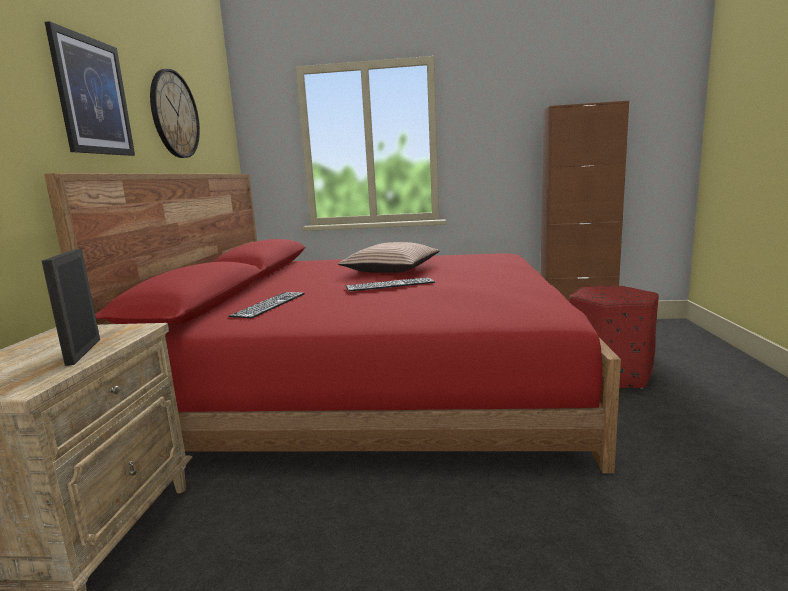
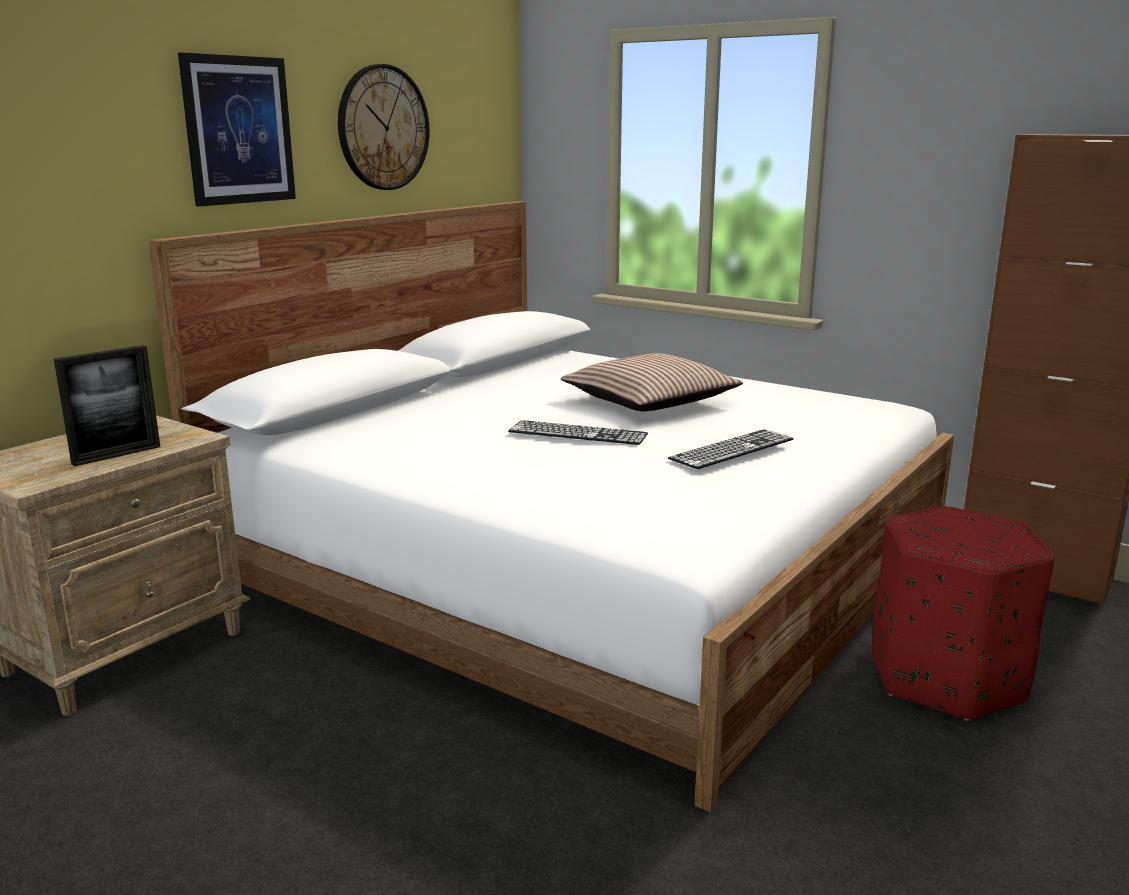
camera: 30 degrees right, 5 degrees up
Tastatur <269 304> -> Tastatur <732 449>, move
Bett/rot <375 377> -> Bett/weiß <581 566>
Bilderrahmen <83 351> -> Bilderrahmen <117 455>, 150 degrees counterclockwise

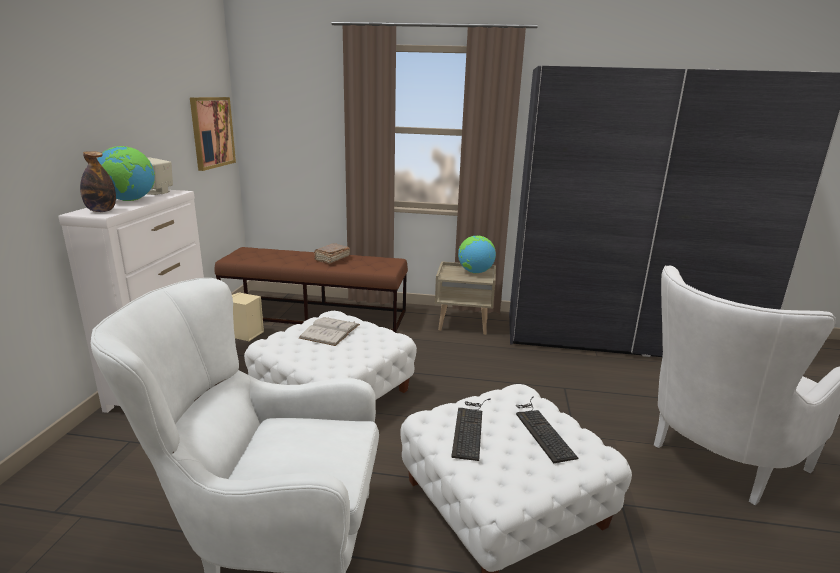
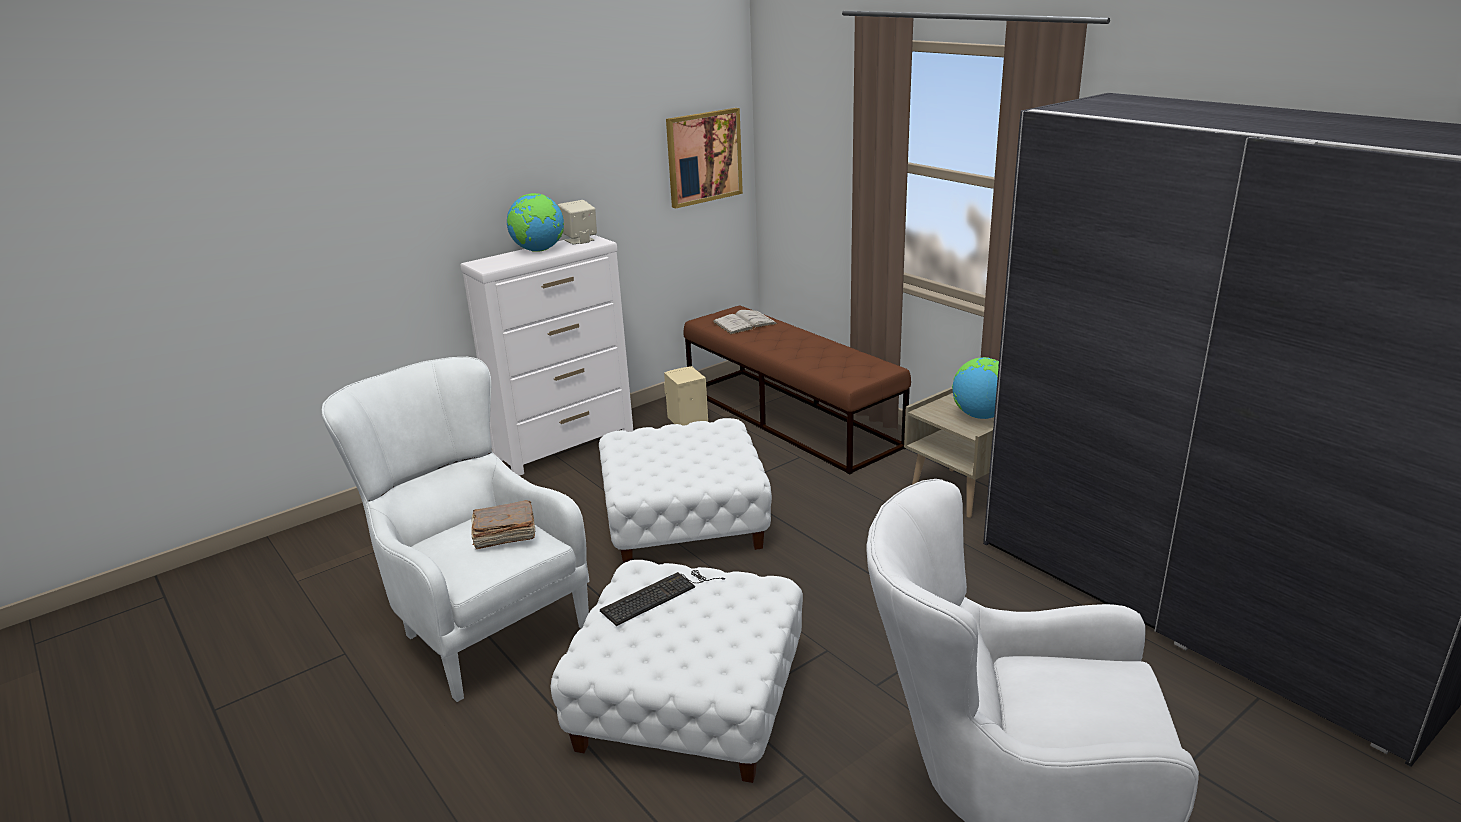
camera: 45 degrees right, 5 degrees up
Flasche <101 211> -> none
Tastatur <541 429> -> none
Buch/weiß <330 331> -> Buch/weiß <744 323>, move
Buch/braun <331 259> -> Buch/braun <504 535>, move

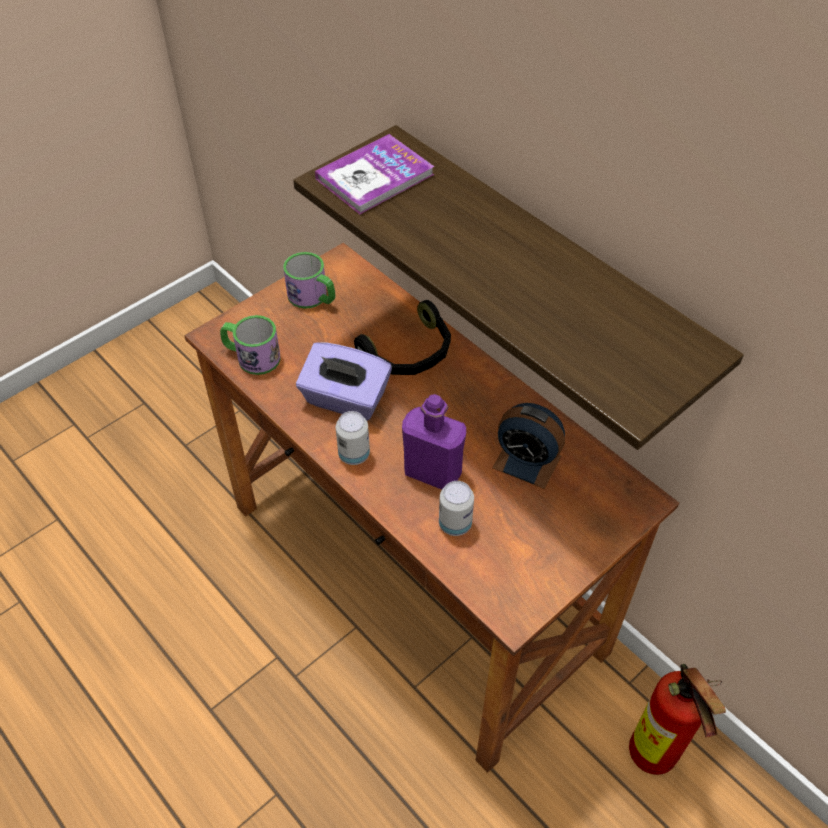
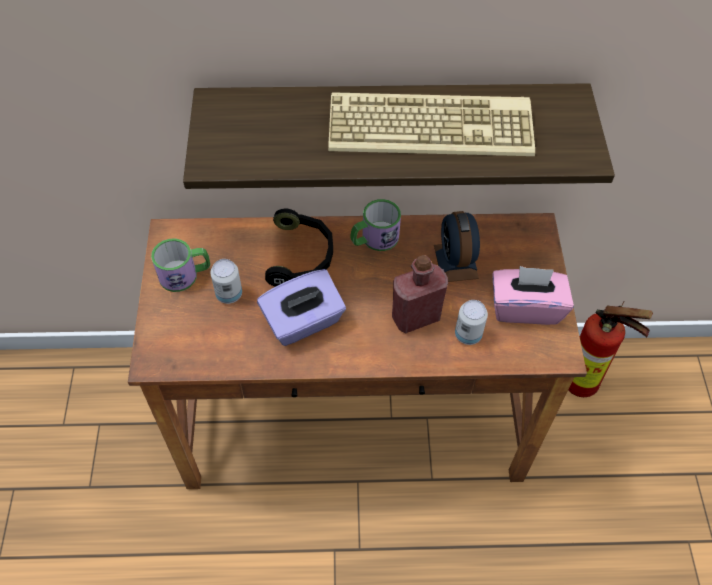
camera: 50 degrees left, 5 degrees up
Buch <375 176> -> none
none -> Tastatur <432 124>
none -> Taschentuchbox/rosa <525 307>
Henkelbecher <252 356> -> Henkelbecher <374 239>, move
Dose <354 455> -> Dose <229 294>, move
Flasche/lila <432 472> -> Flasche/rot <416 317>
Wecker <526 462> -> Wecker <455 261>, 105 degrees clockwise

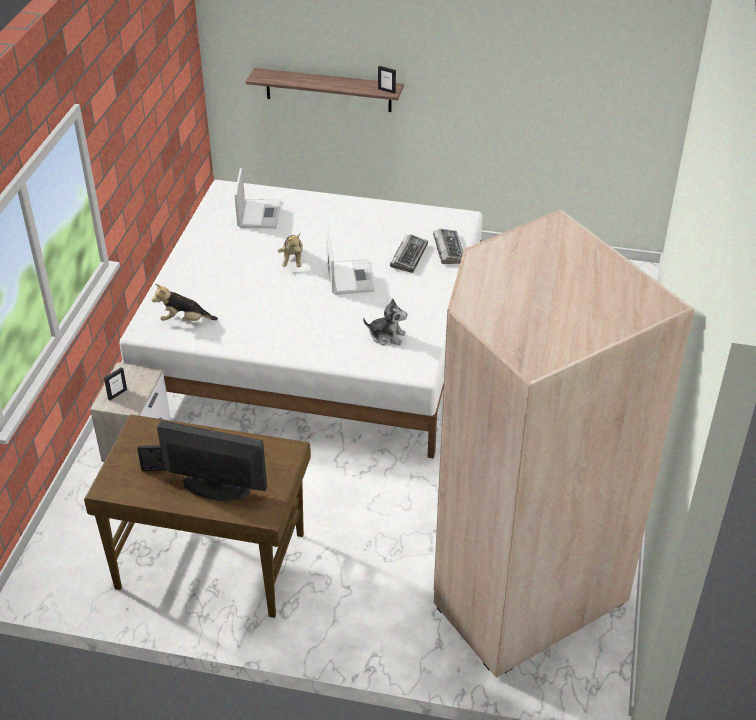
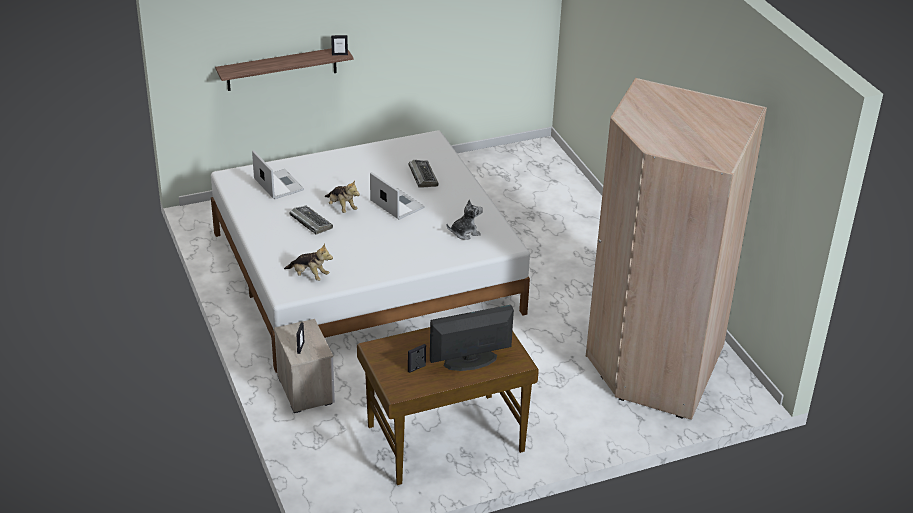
camera: 35 degrees left, 5 degrees down
Tastatur <448 250> -> Tastatur <310 222>, move
Plüschtier <185 320> -> Plüschtier <309 276>, 120 degrees counterclockwise

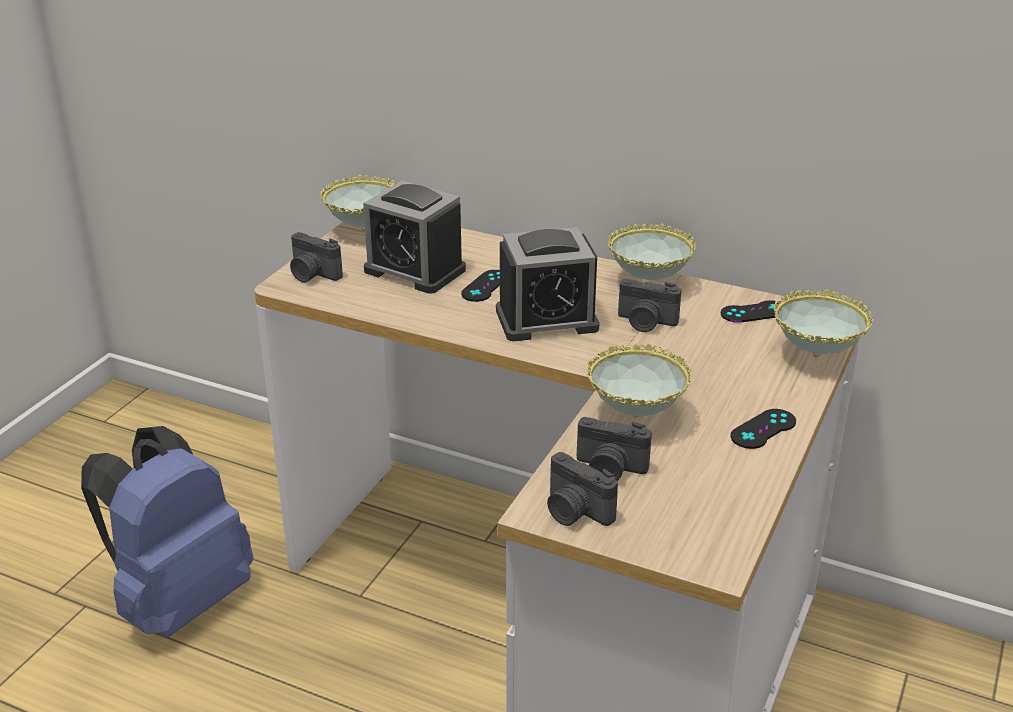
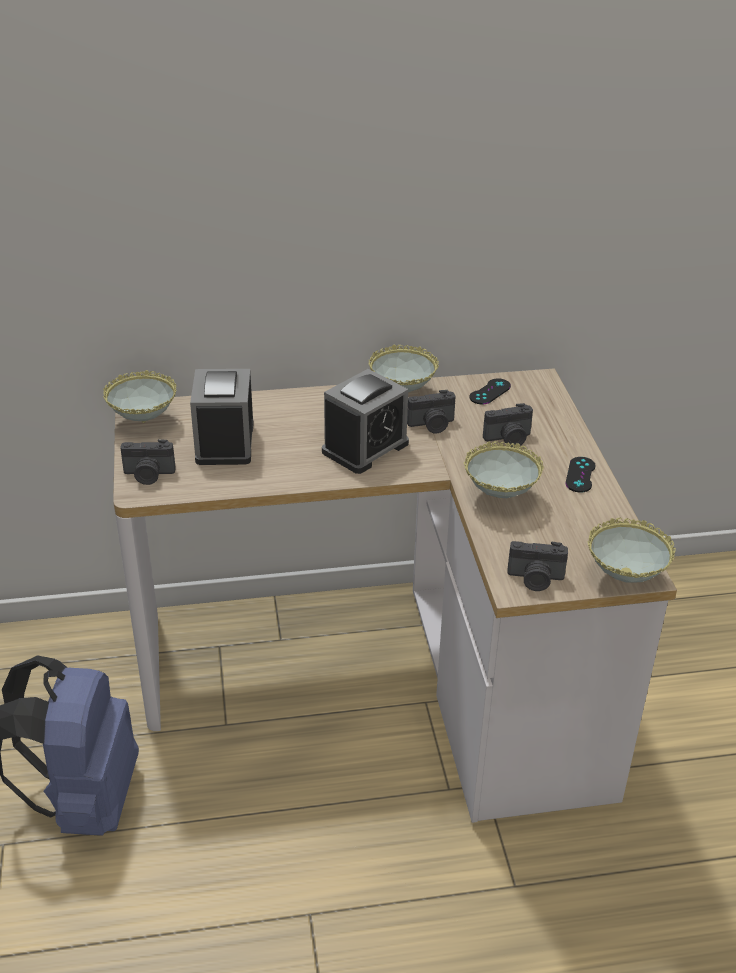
camera: 35 degrees left, 5 degrees up
Gamepad/schwarz <485 286> -> none
Kamera <609 469> -> Kamera <509 439>, move
Schüssel <815 357> -> Schüssel <624 580>, move
Wecker <415 270> -> Wecker <225 442>, 90 degrees clockwise

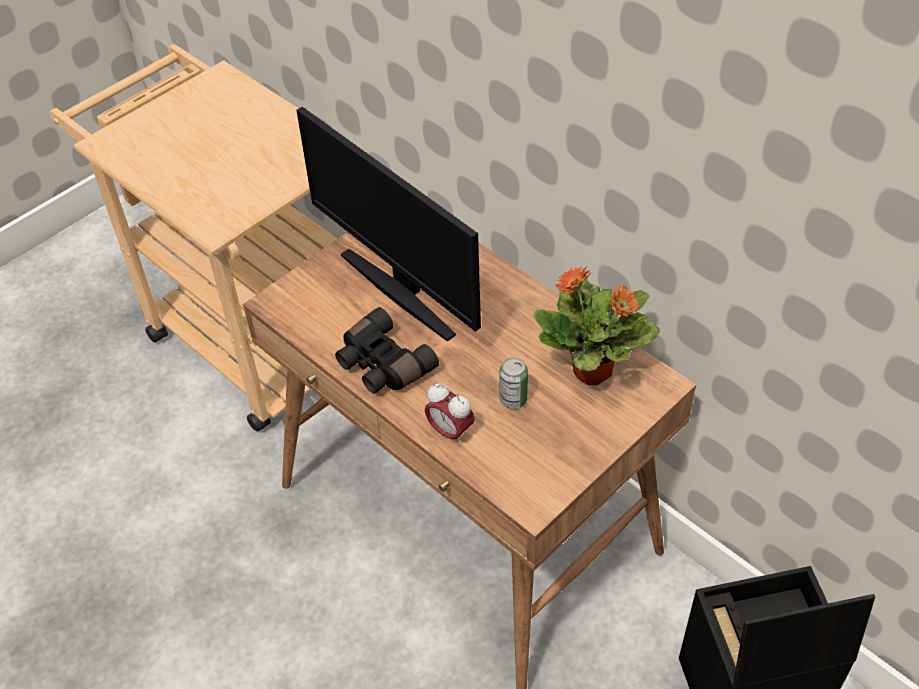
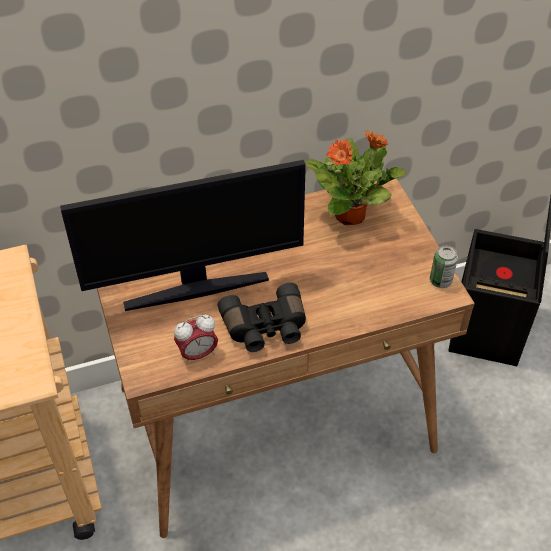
camera: 65 degrees left, 0 degrees up
Wecker <450 431> -> Wecker <197 354>, move
Dose <513 400> -> Dose <440 281>, move

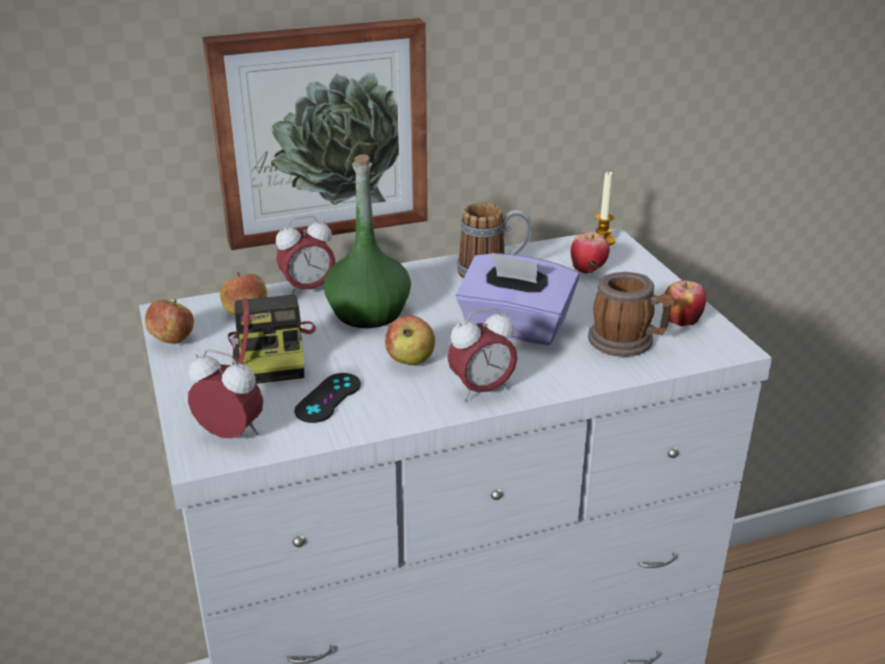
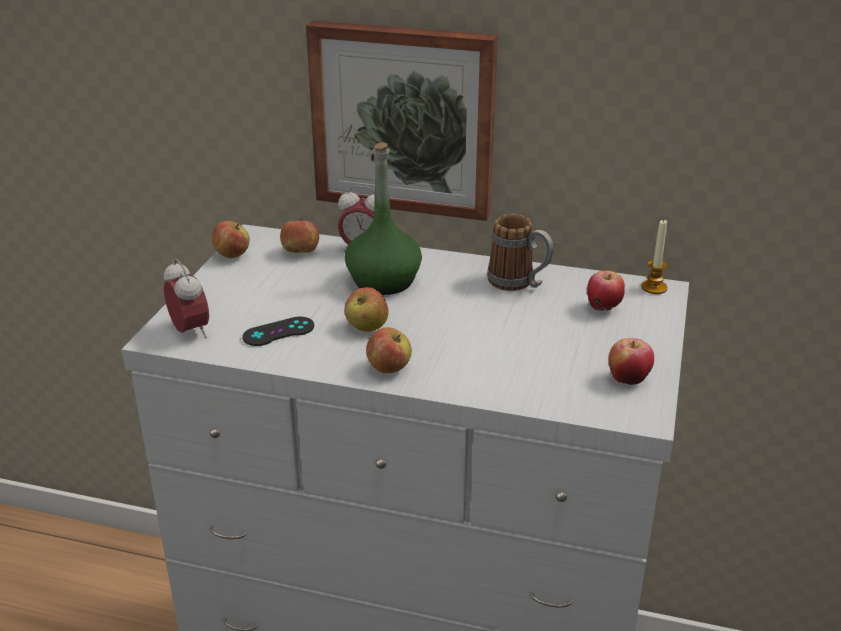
camera: 35 degrees right, 0 degrees up
Kamera <273 353> -> none
Taschentuchbox/lila <515 327> -> none
Henkelbecher <628 341> -> none
Wecker <481 390> -> Apfel <389 368>

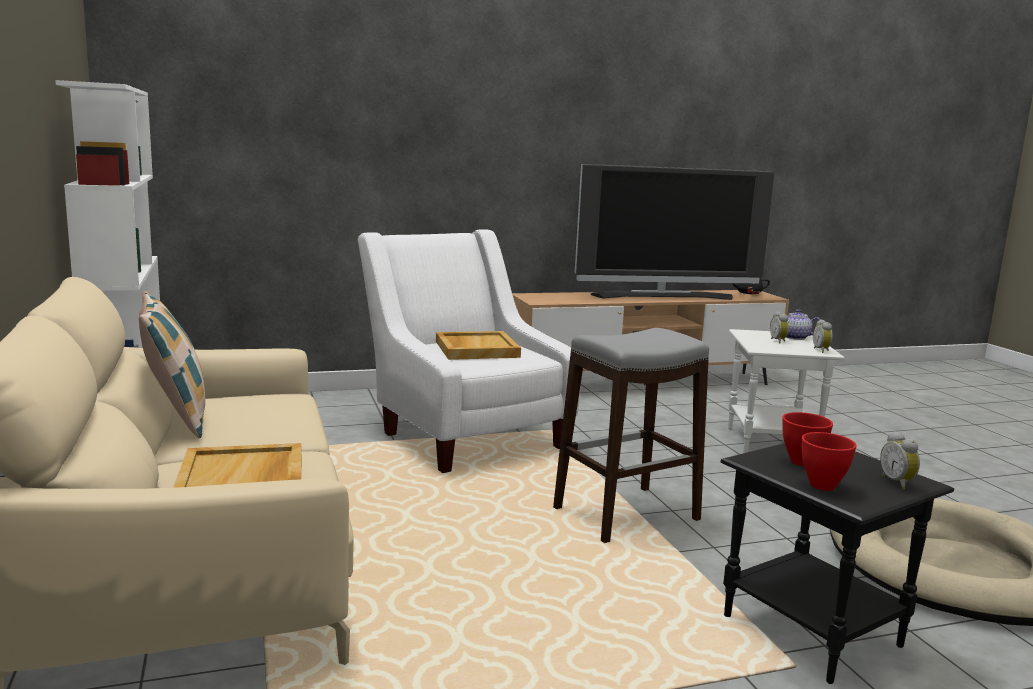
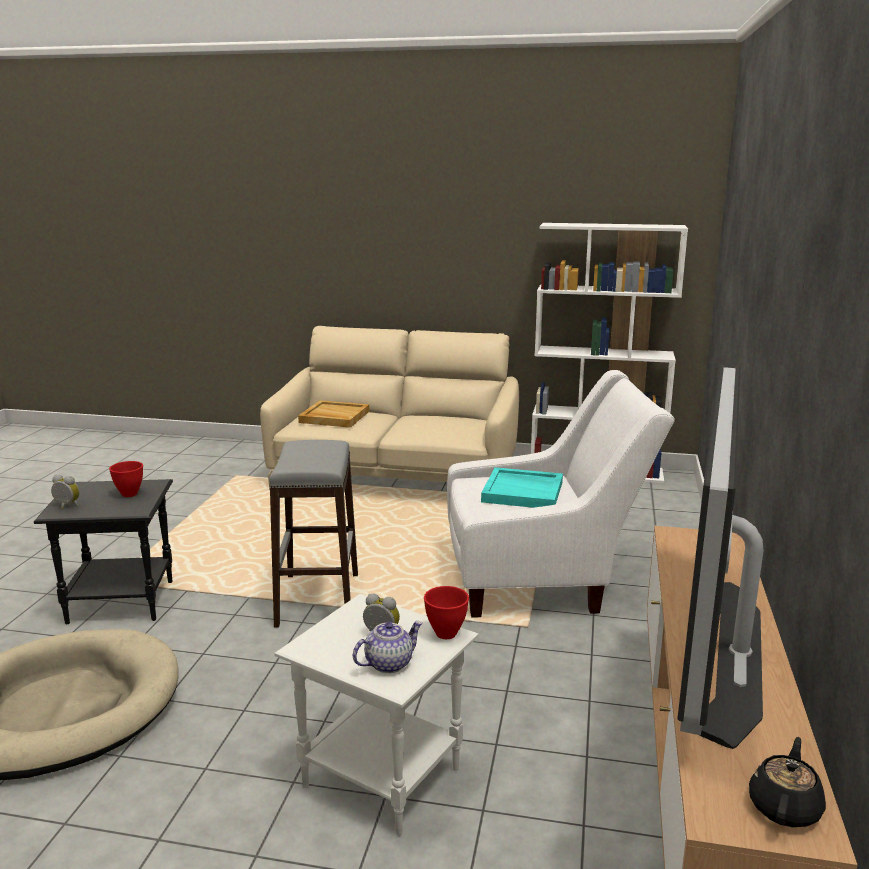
camera: 120 degrees right, 5 degrees up
Kissen <176 419> -> none
Wecker <822 350> -> none
Schüssel/rot <821 486> -> Schüssel/rot <446 633>, move
Tablett/beige <476 349> -> Tablett/türkis <523 492>

